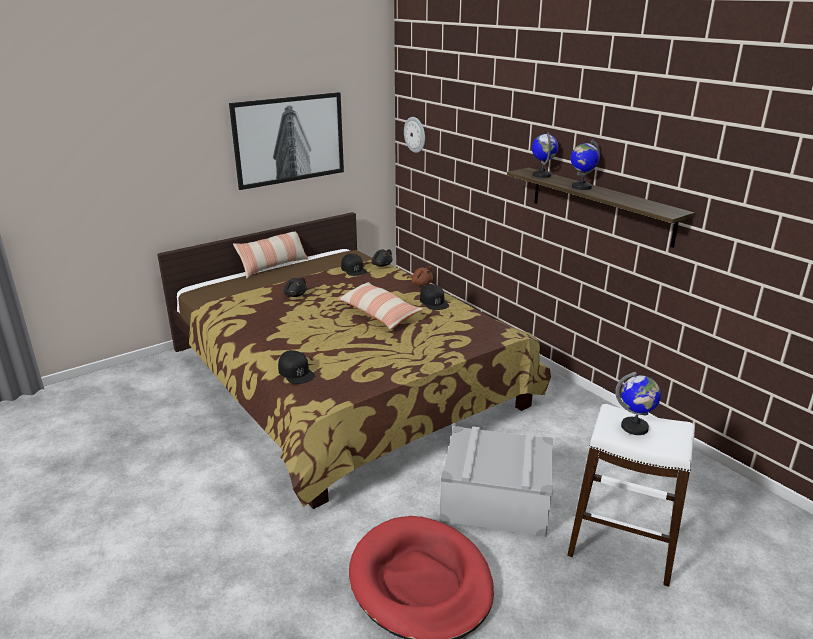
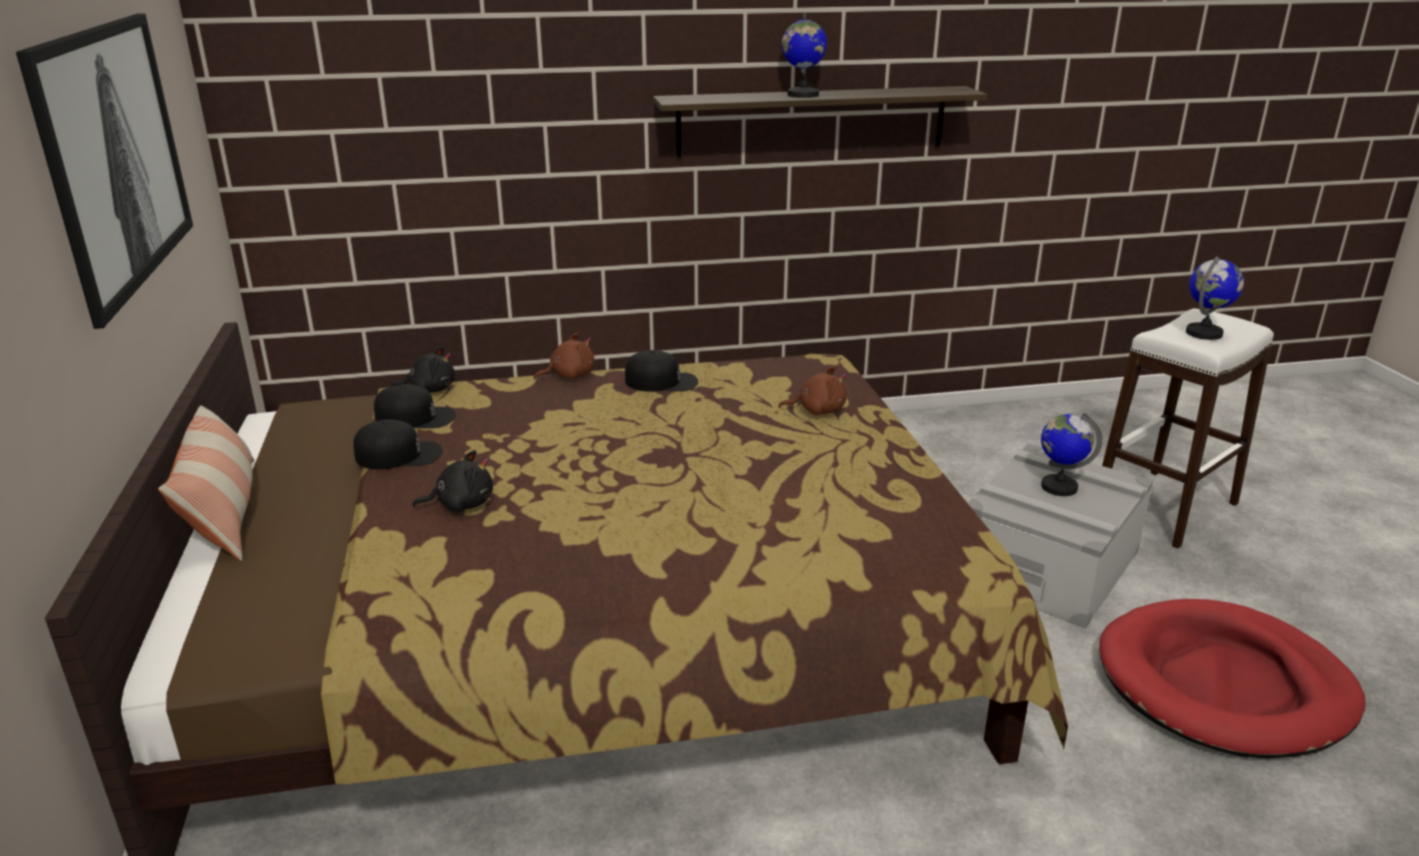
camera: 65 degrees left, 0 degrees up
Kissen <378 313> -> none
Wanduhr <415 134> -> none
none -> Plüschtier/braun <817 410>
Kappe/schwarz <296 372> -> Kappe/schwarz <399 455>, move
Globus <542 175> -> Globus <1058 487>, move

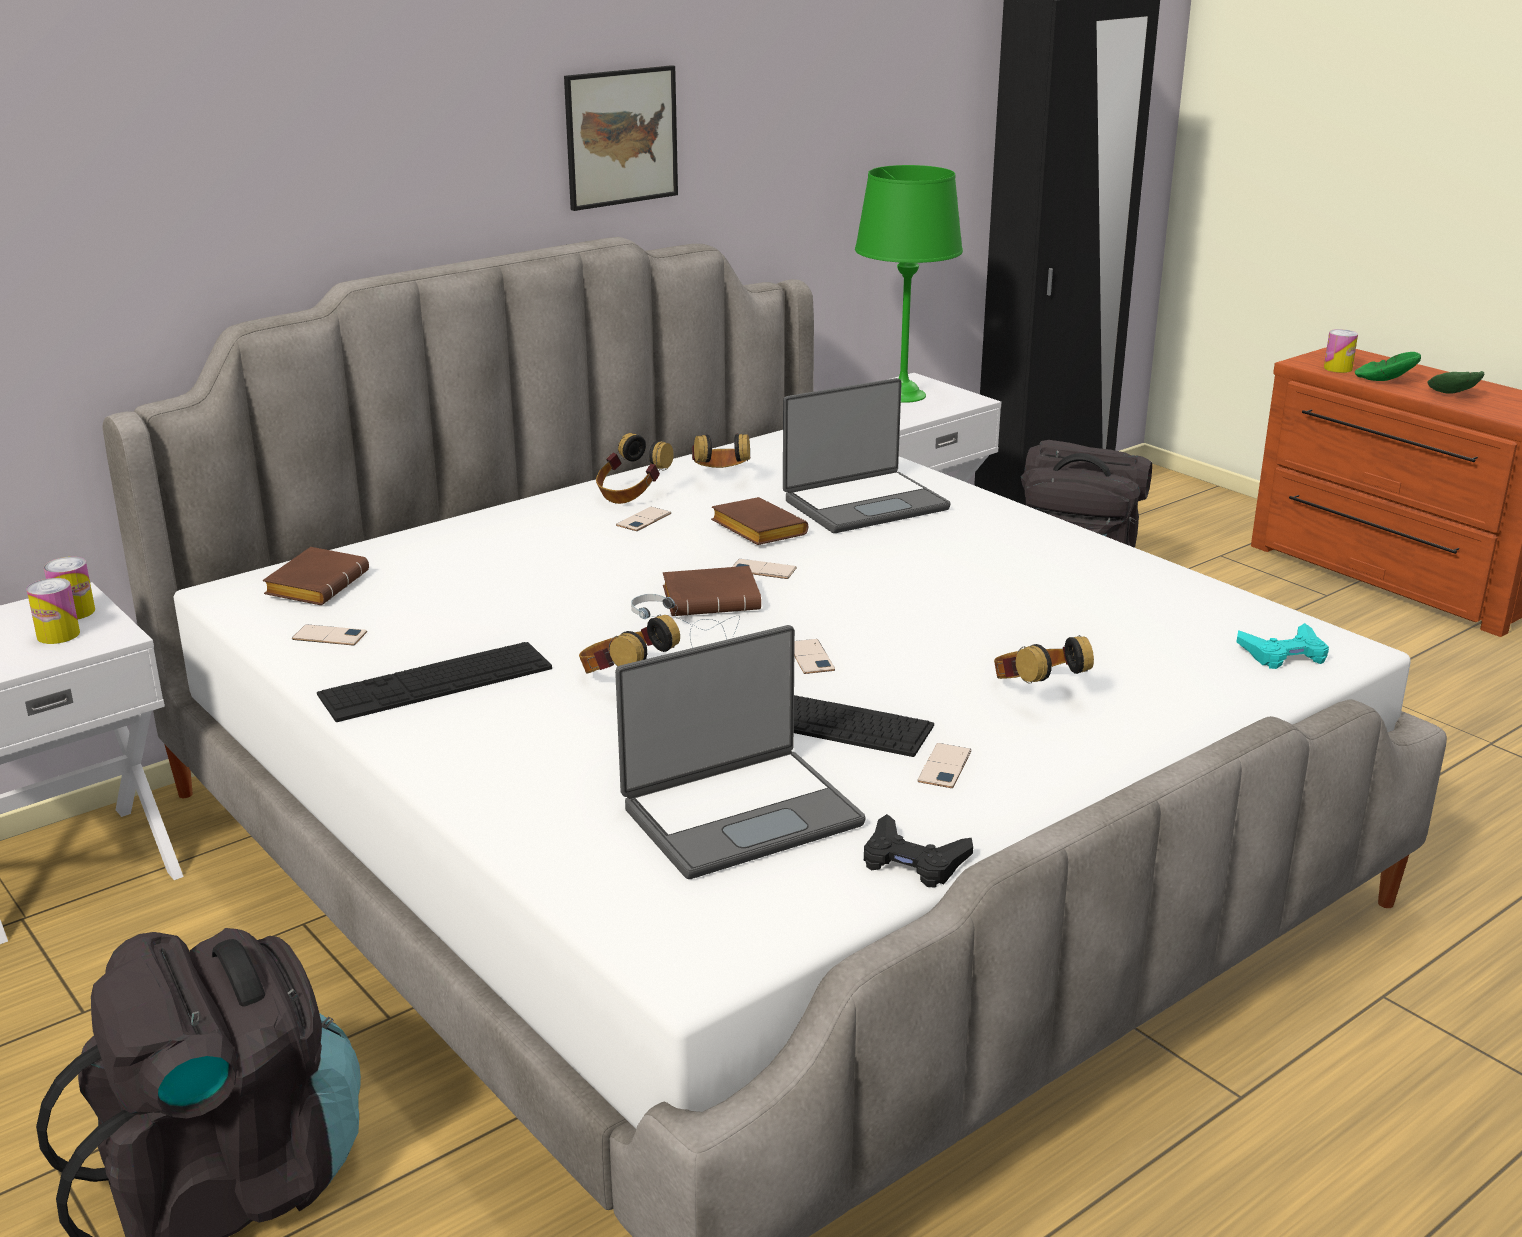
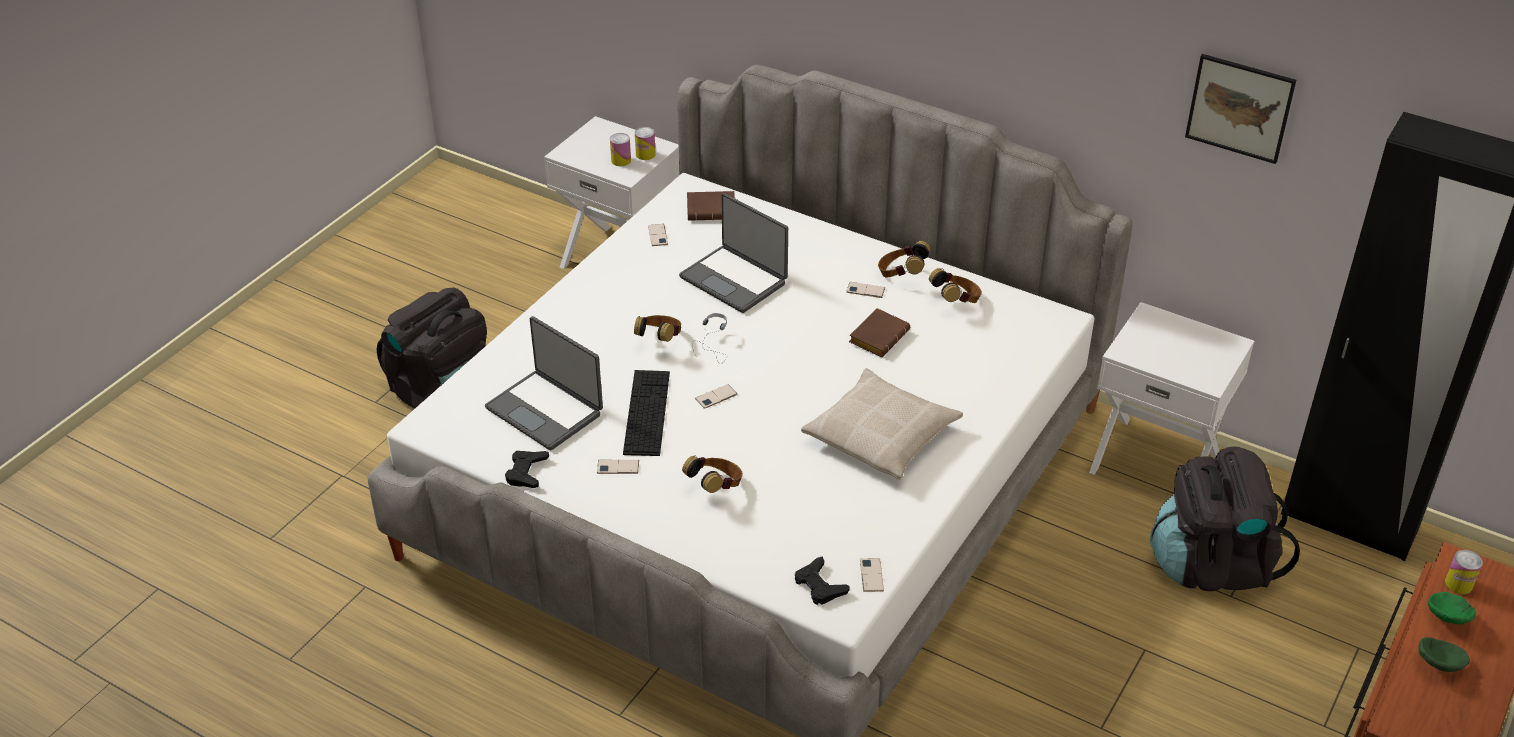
camera: 70 degrees right, 15 degrees up
Tastatur <436 681> -> none
Buch/braun <713 600> -> none
Tischlampe/grün <902 395> -> none
none -> Kissen/beige <881 435>
Bild <621 137> -> Bild <1239 108>, move
Handy <763 570> -> Handy <871 575>, move
Laptop <864 504> -> Laptop <734 280>, move
Gamepad/türkis <1284 654> -> Gamepad/schwarz <819 586>

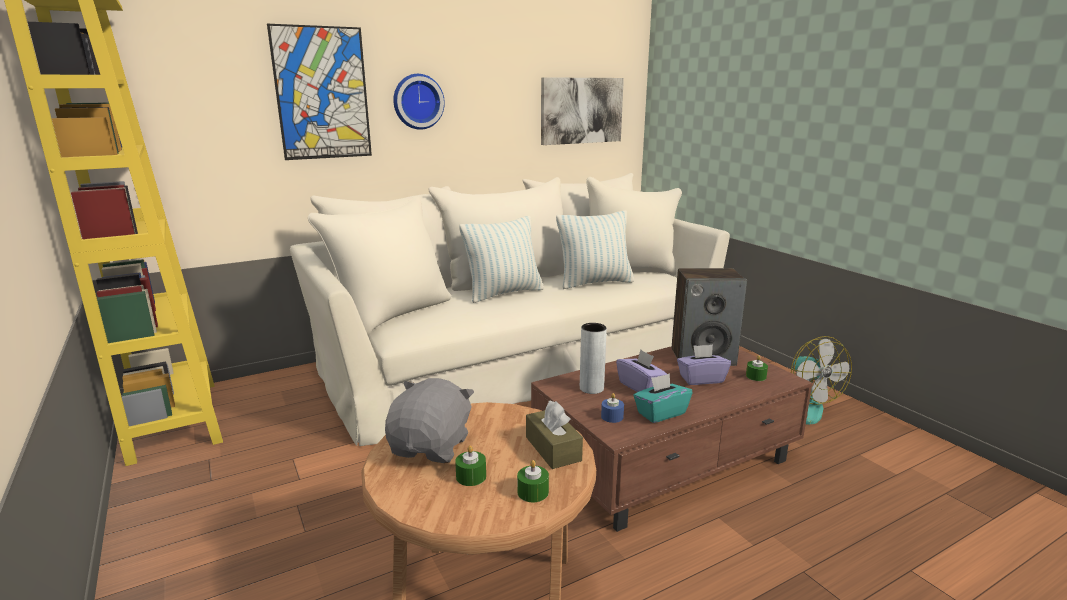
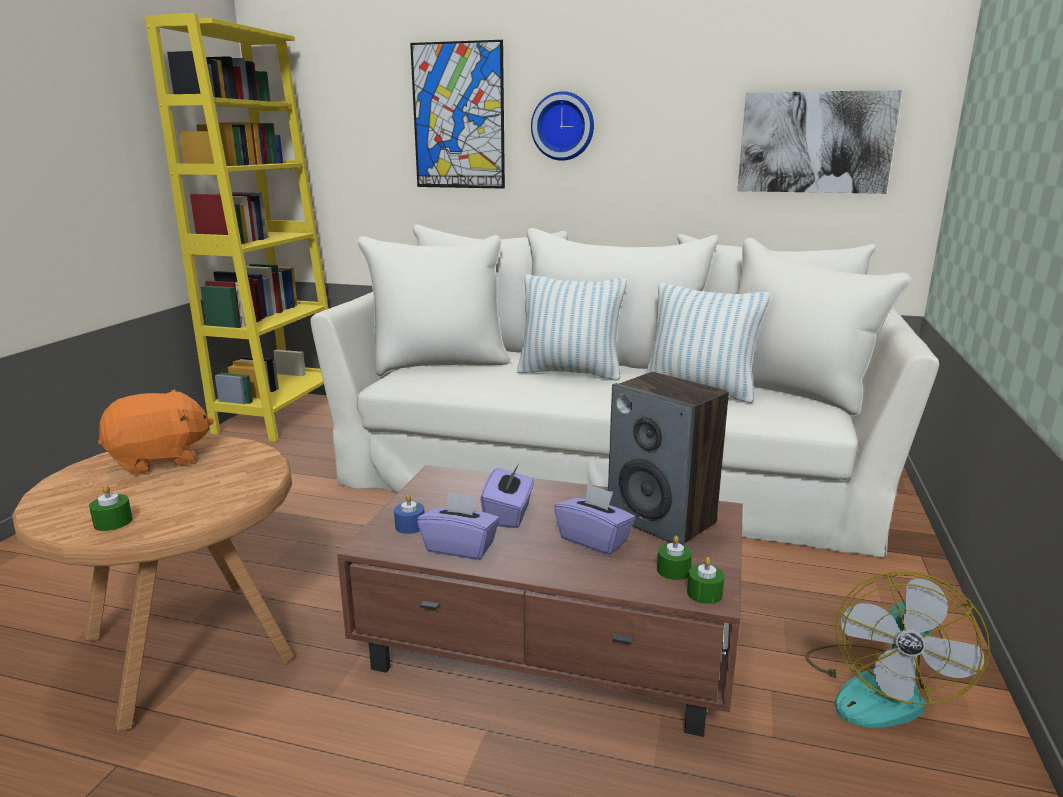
camera: 45 degrees right, 0 degrees up
Taschentuchbox/braun <553 449> -> none
Vase/grau <591 388> -> none
Kerze/grün <471 476> -> Kerze/grün <704 593>, move
Plüschtier/grau <432 447> -> Plüschtier/orange <159 460>
Taschentuchbox/türkis <660 413> -> Taschentuchbox/lila <460 547>

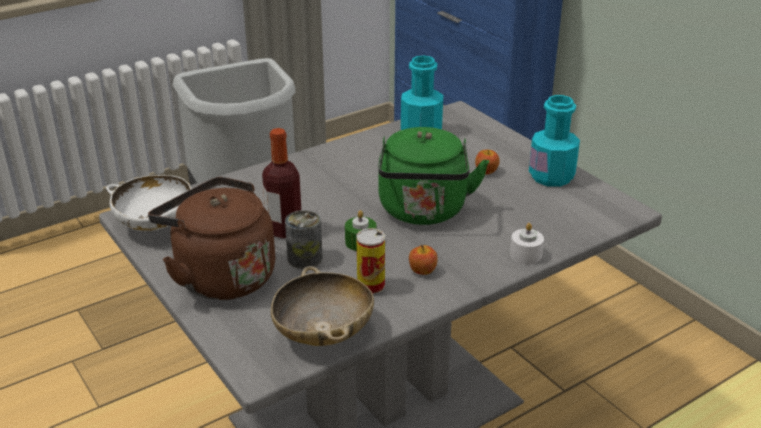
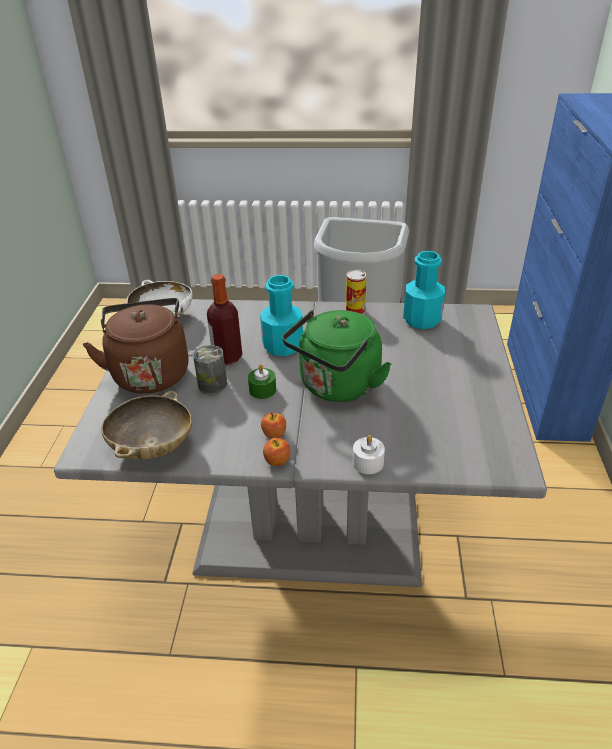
camera: 40 degrees right, 5 degrees up
Dose <371 286> -> Dose <355 311>, move
Apfel <486 171> -> Apfel <277 461>, move
Flasche/türkis <551 176> -> Flasche/türkis <282 346>, move

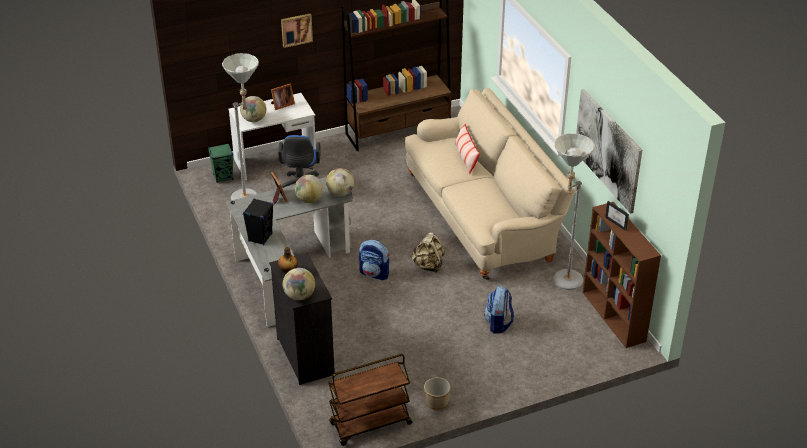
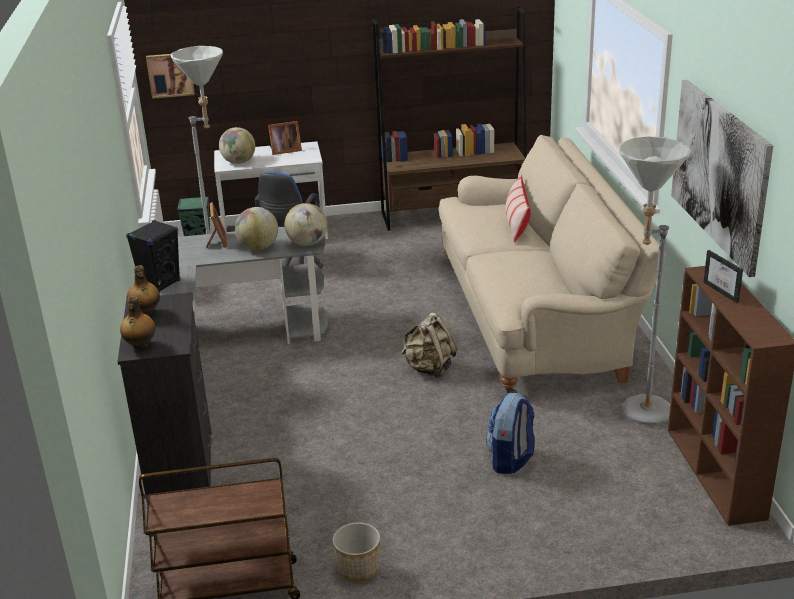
camera: 15 degrees right, 10 degrees down
Rucksack <375 273> -> none
Bild <296 29> -> Bild <170 74>, move
Globus <299 296> -> Flasche <140 345>

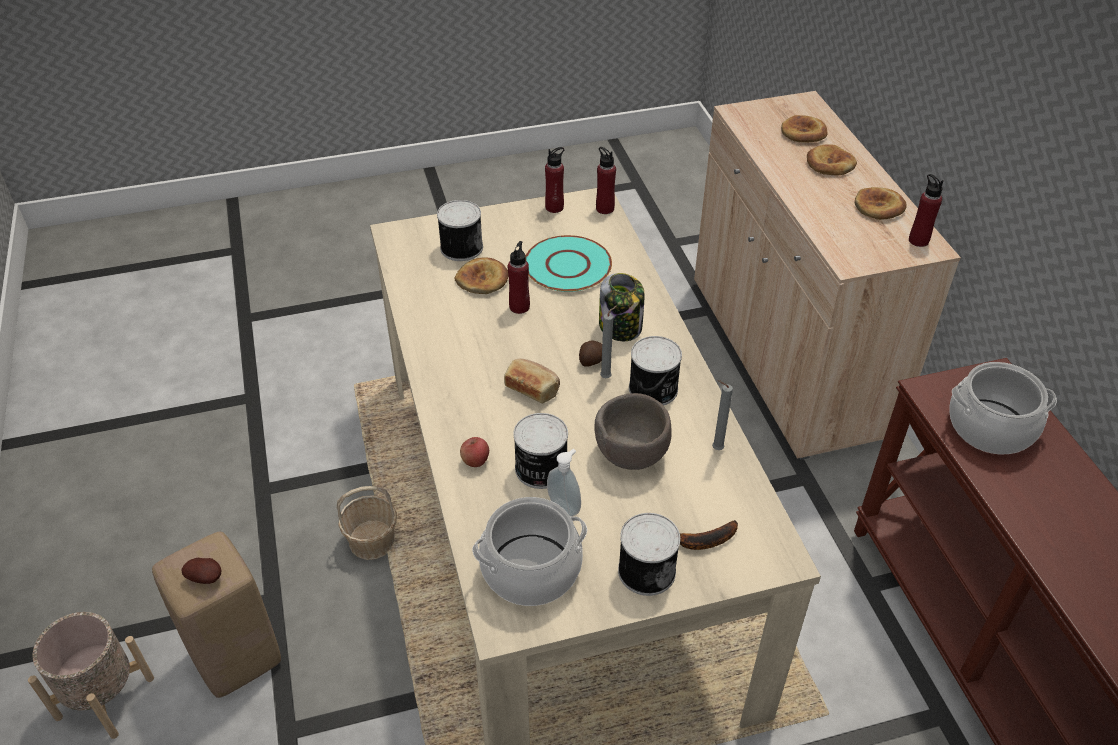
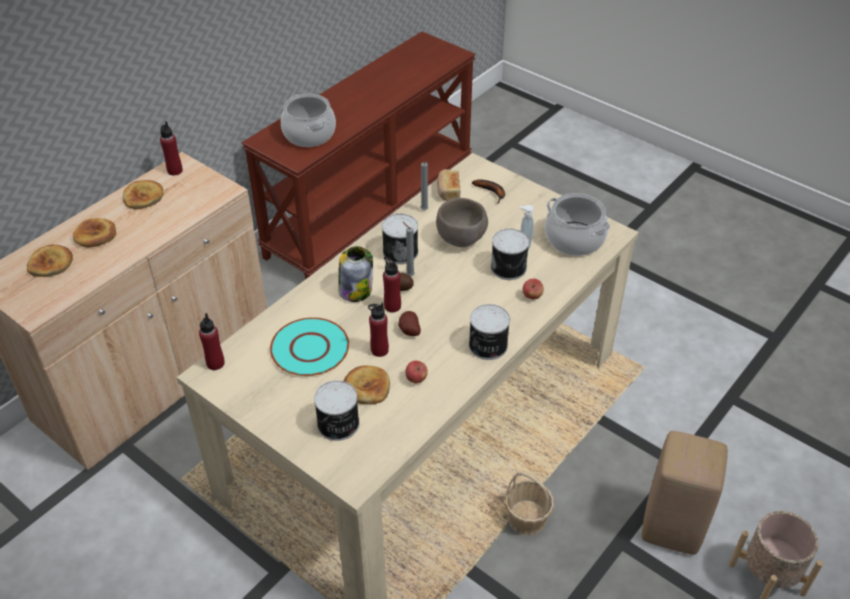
camera: 125 degrees left, 0 degrees up
none -> Apfel <416 379>
Kartoffel <206 577> -> Kartoffel <408 331>, move
Brot <532 388> -> Brot <448 191>, move
Flasche/rot <554 207> -> Flasche/rot <392 306>, move
Dose <646 570> -> Dose <487 346>, move

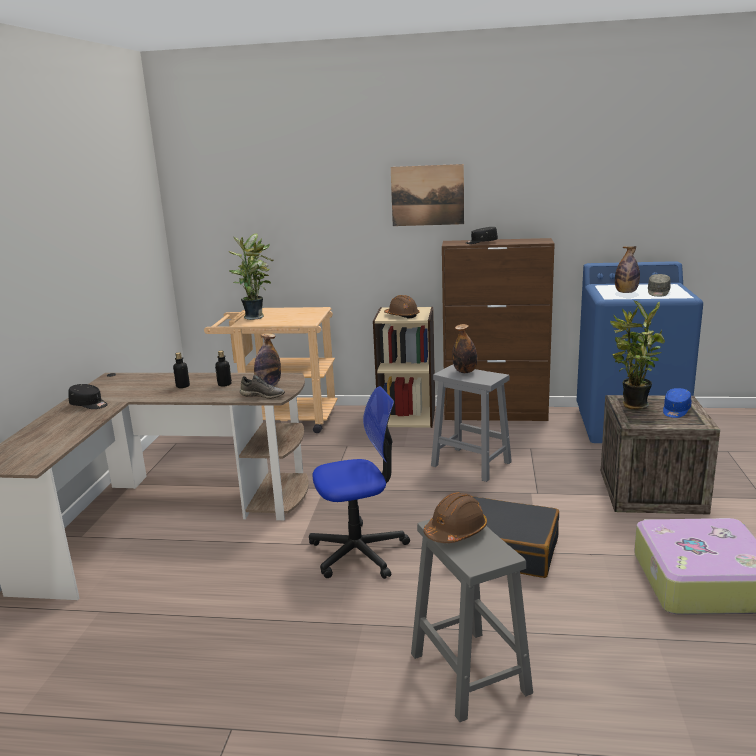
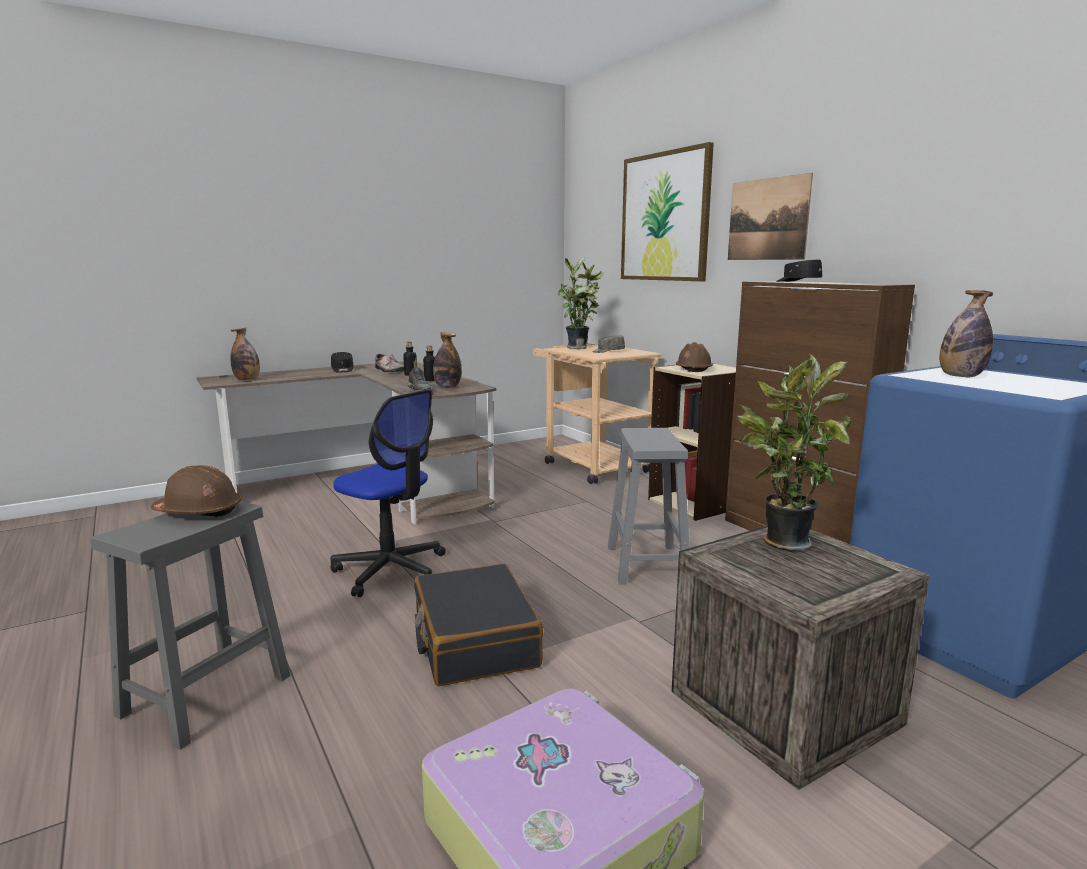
camera: 50 degrees right, 5 degrees down
Kappe/blau <675 411> -> none
none -> Schuh <388 370>
none -> Bild <665 217>
Flasche <465 371> -> Flasche <247 380>, move
Kappe/grau <658 292> -> Kappe/grau <608 351>, move

